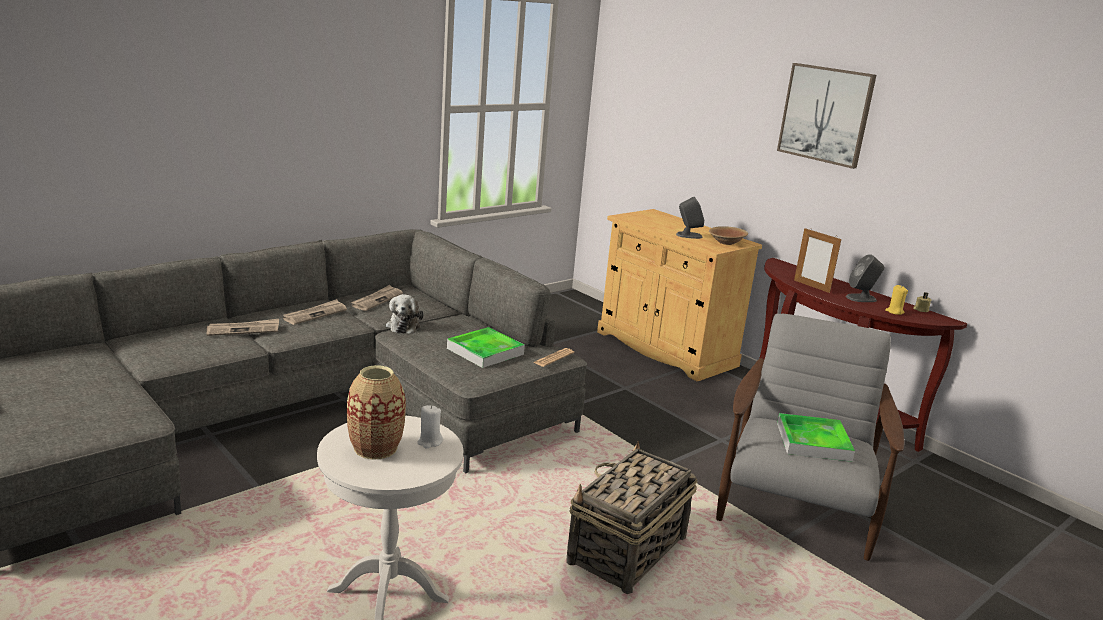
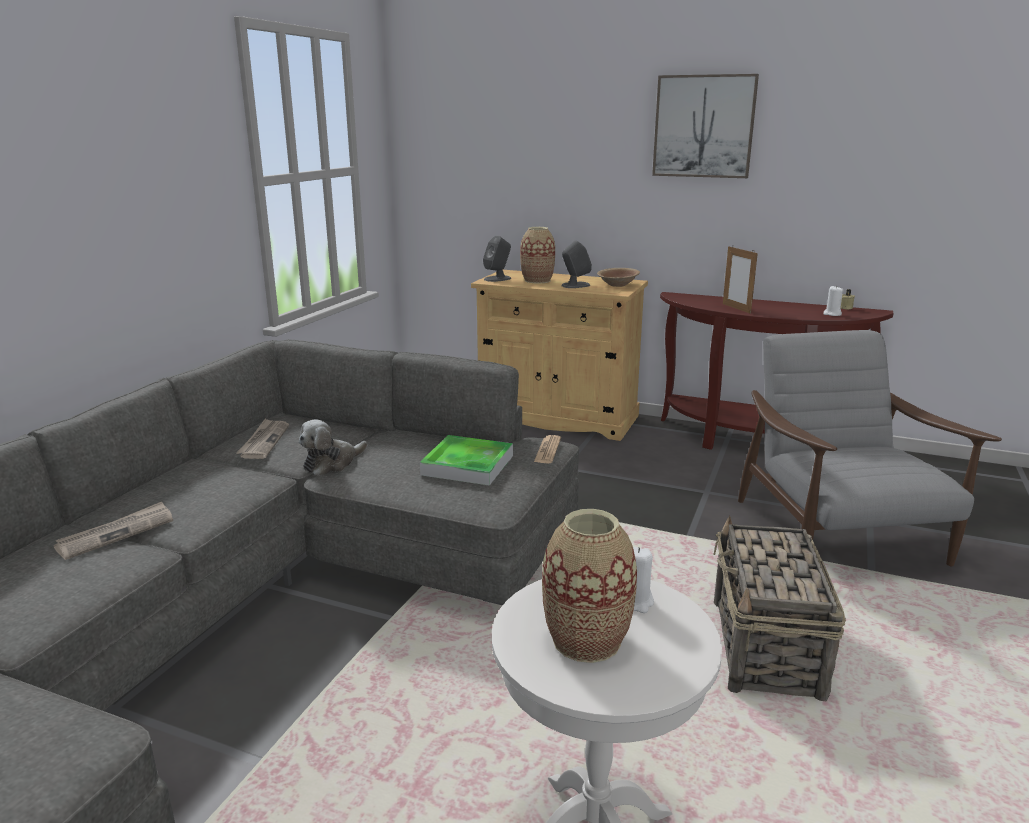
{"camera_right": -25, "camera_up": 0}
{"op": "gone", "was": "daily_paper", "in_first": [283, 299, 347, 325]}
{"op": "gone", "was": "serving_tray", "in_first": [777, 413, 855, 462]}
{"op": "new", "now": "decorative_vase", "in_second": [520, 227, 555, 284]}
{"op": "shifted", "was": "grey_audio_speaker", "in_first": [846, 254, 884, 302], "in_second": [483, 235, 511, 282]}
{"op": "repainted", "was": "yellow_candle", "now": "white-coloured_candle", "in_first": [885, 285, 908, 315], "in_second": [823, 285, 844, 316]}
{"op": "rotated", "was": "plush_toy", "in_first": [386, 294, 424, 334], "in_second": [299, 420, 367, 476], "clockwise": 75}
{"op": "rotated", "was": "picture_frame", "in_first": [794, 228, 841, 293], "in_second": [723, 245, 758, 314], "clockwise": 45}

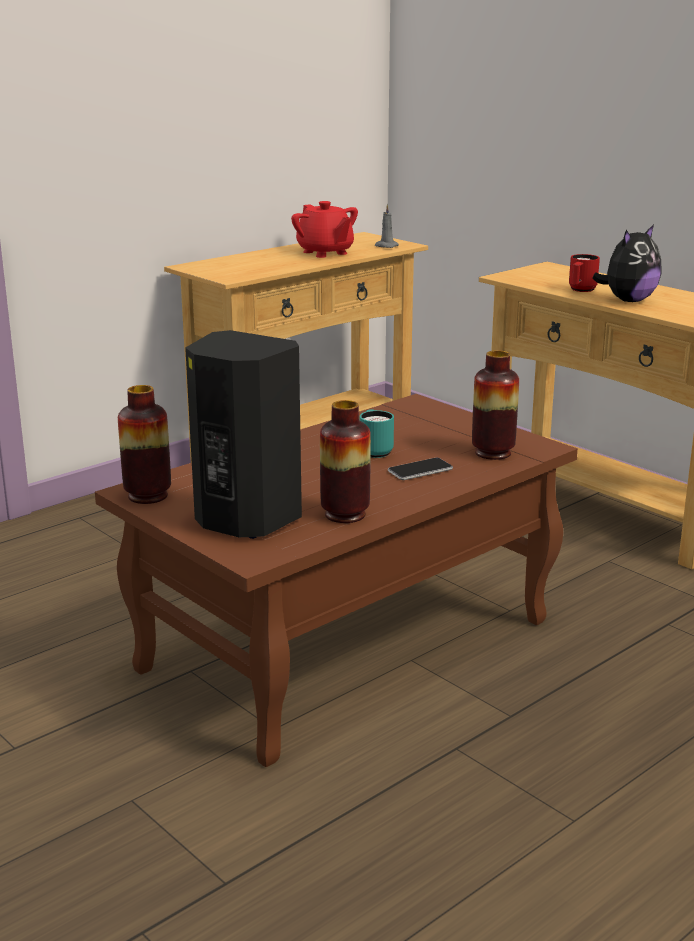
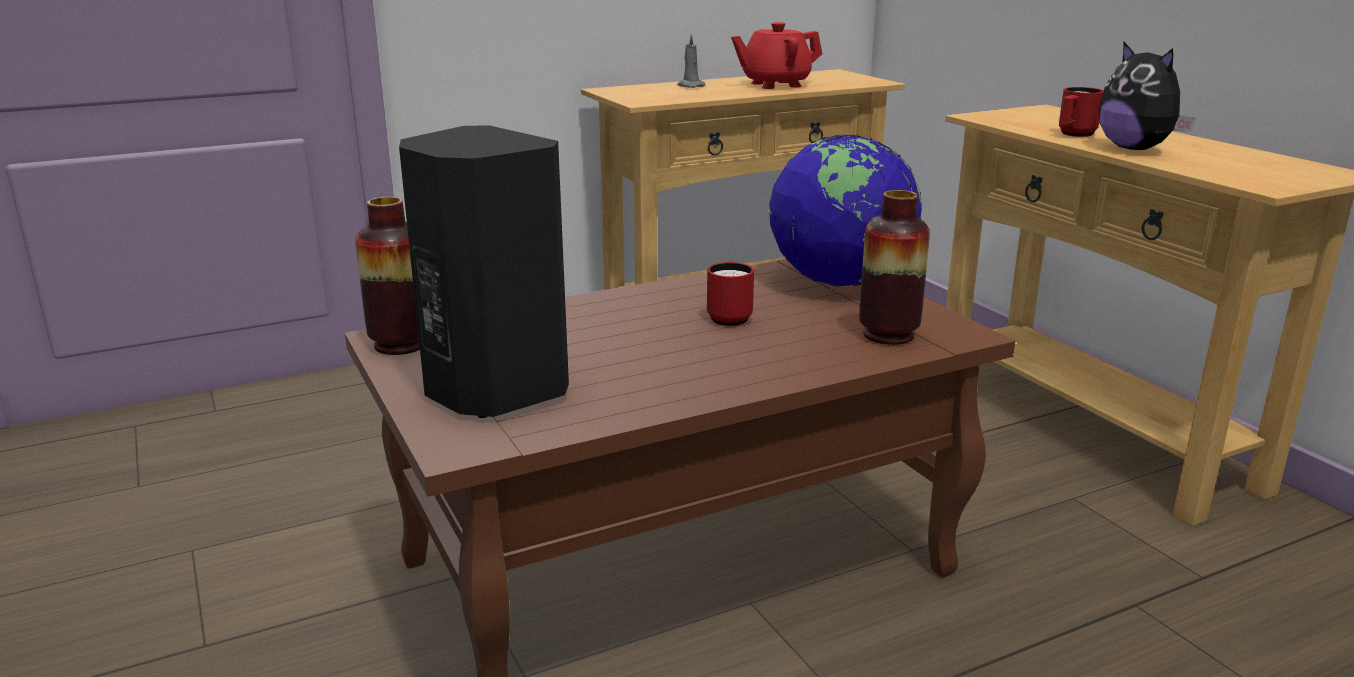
{"camera_right": 15, "camera_up": 0}
{"op": "gone", "was": "decorative_vase", "in_first": [320, 400, 371, 523]}
{"op": "gone", "was": "handset", "in_first": [388, 458, 453, 480]}
{"op": "new", "now": "desk_globe", "in_second": [768, 135, 922, 287]}
{"op": "shifted", "was": "grey_candle", "in_first": [375, 204, 399, 248], "in_second": [677, 33, 706, 88]}
{"op": "repainted", "was": "blue-green_mug", "now": "reddish_mug", "in_first": [360, 409, 394, 458], "in_second": [707, 261, 754, 326]}
{"op": "rotated", "was": "reddish_pot_for_tea", "in_first": [291, 201, 358, 258], "in_second": [731, 22, 822, 89], "clockwise": 90}
{"op": "rotated", "was": "plush_toy", "in_first": [592, 225, 662, 302], "in_second": [1099, 42, 1195, 150], "clockwise": 90}

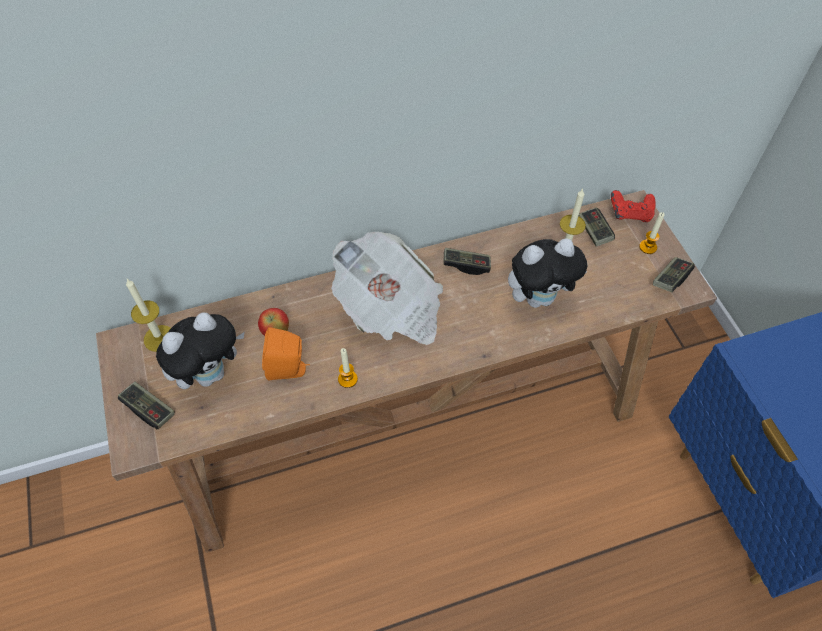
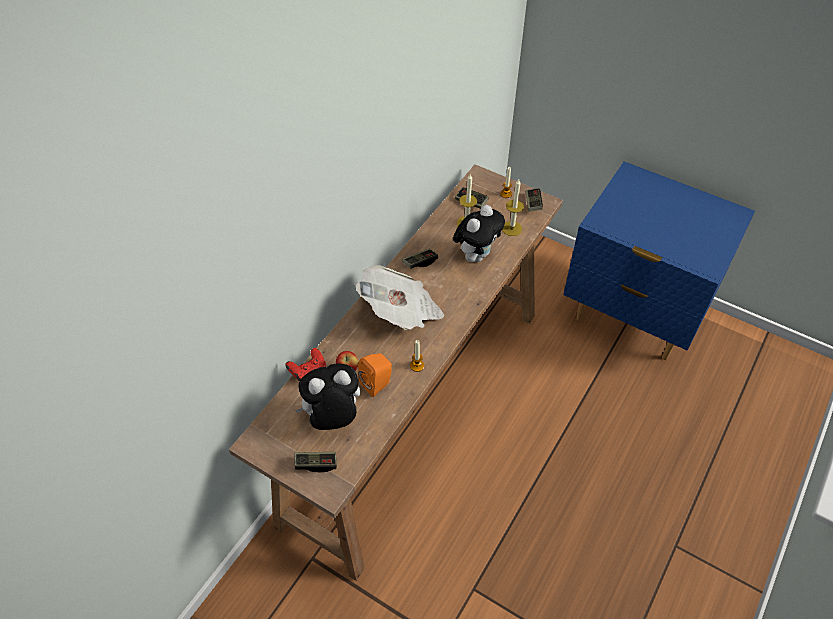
{"camera_right": -40, "camera_up": -5}
{"op": "shifted", "was": "candle", "in_first": [126, 279, 171, 352], "in_second": [502, 179, 524, 236]}
{"op": "shifted", "was": "reddish_joypad", "in_first": [611, 190, 656, 222], "in_second": [285, 348, 326, 381]}
{"op": "rotated", "was": "plush_toy", "in_first": [156, 313, 245, 389], "in_second": [295, 363, 361, 430], "clockwise": -120}

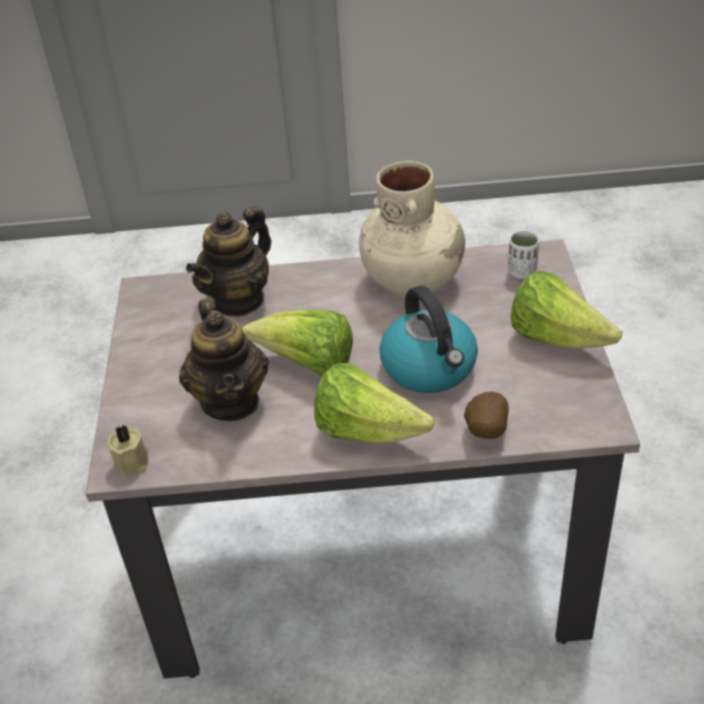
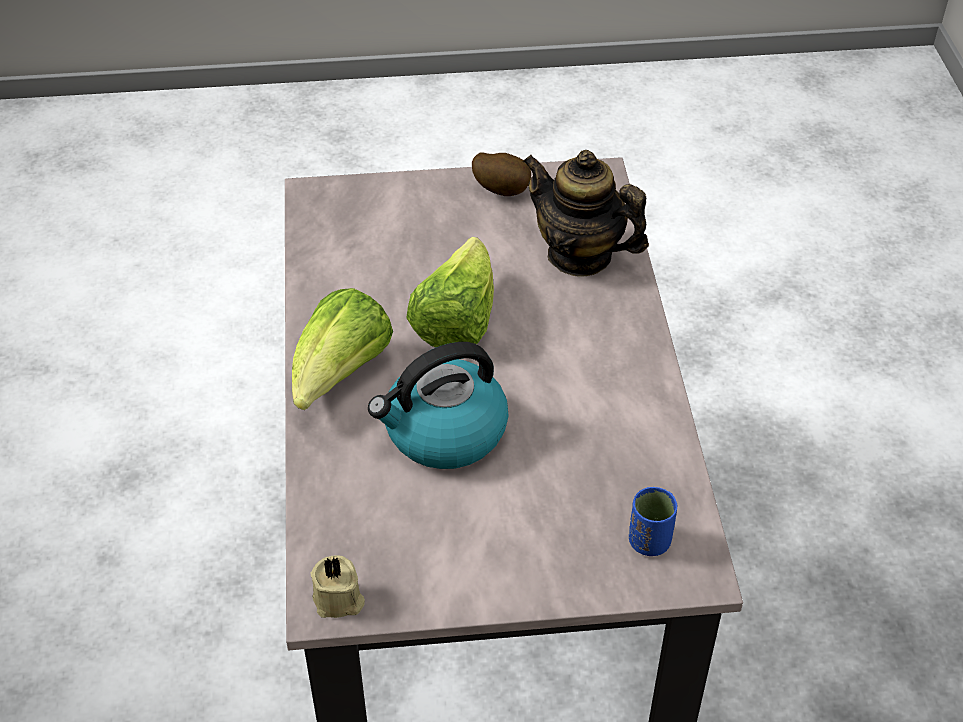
{"camera_right": 85, "camera_up": 5}
{"op": "gone", "was": "pot_for_tea", "in_first": [179, 298, 269, 421]}
{"op": "gone", "was": "beige-coloured_decorative_vase", "in_first": [359, 161, 465, 296]}
{"op": "gone", "was": "lettuce", "in_first": [511, 271, 622, 349]}
{"op": "shifted", "was": "beige-coloured_candle", "in_first": [107, 425, 149, 477], "in_second": [311, 556, 365, 618]}
{"op": "shifted", "was": "potato", "in_first": [464, 392, 509, 439], "in_second": [472, 152, 531, 196]}
{"op": "repainted", "was": "white-coloured_drinking_cup", "now": "blue-coloured_drinking_cup", "in_first": [508, 230, 539, 279], "in_second": [629, 487, 677, 556]}

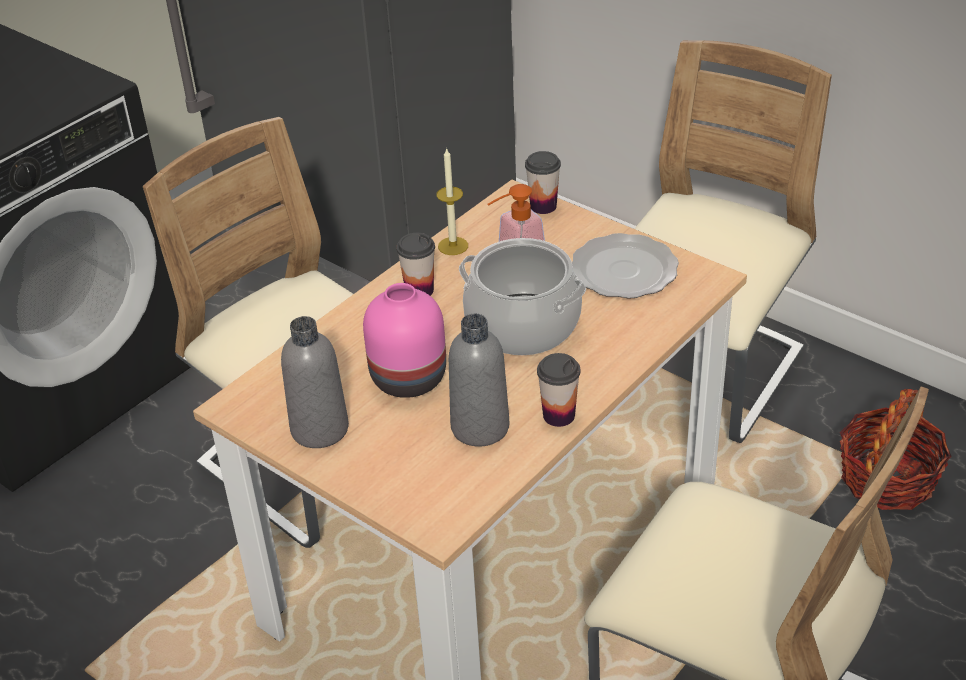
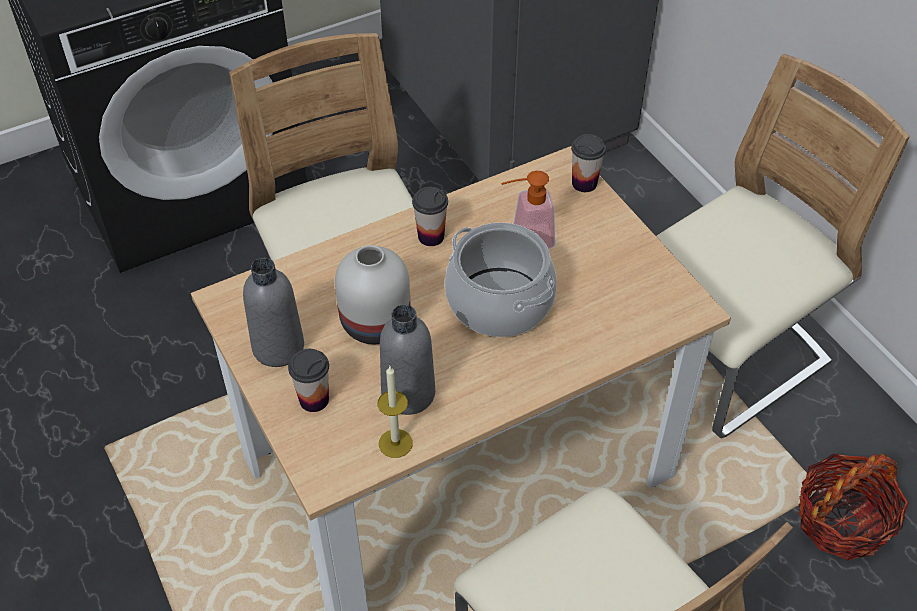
{"camera_right": 20, "camera_up": 10}
{"op": "gone", "was": "dinner_plate", "in_first": [572, 233, 679, 299]}
{"op": "shifted", "was": "candle", "in_first": [436, 147, 468, 255], "in_second": [377, 366, 413, 458]}
{"op": "shifted", "was": "drinking_cup", "in_first": [537, 353, 581, 427], "in_second": [288, 349, 329, 412]}
{"op": "repainted", "was": "pink_decorative_vase", "now": "white-coloured_decorative_vase", "in_first": [363, 283, 446, 398], "in_second": [335, 245, 410, 344]}

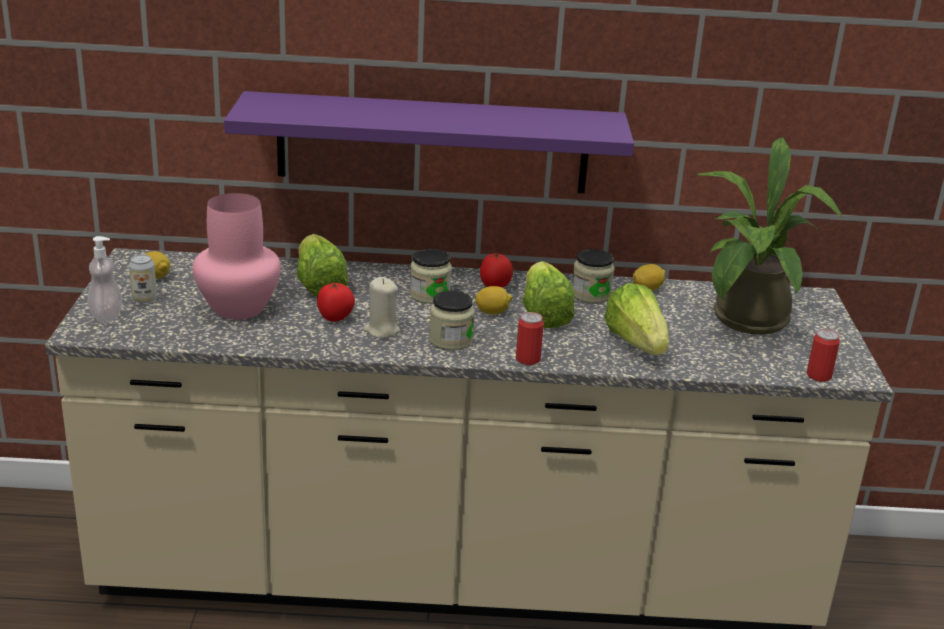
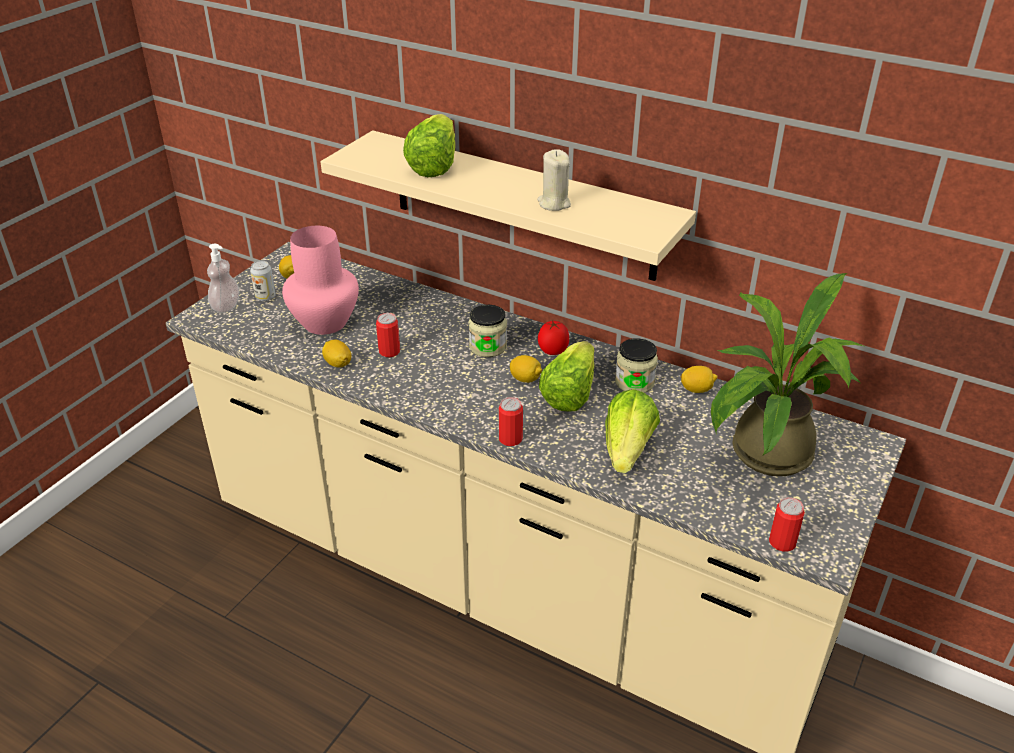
{"camera_right": 30, "camera_up": 10}
{"op": "gone", "was": "storage_jar", "in_first": [429, 290, 475, 350]}
{"op": "new", "now": "whole_lemon", "in_second": [322, 340, 351, 367]}
{"op": "shifted", "was": "lettuce", "in_first": [296, 234, 348, 297], "in_second": [403, 114, 455, 177]}
{"op": "shifted", "was": "beige-coloured_candle", "in_first": [363, 277, 400, 338], "in_second": [537, 149, 571, 211]}
{"op": "swapped", "was": "whole_tomato", "now": "metal_can", "in_first": [317, 283, 355, 322], "in_second": [376, 313, 400, 357]}
{"op": "repainted", "was": "purple_wall_shelf", "now": "beige-coloured_wall_shelf", "in_first": [224, 91, 634, 193], "in_second": [321, 130, 696, 281]}

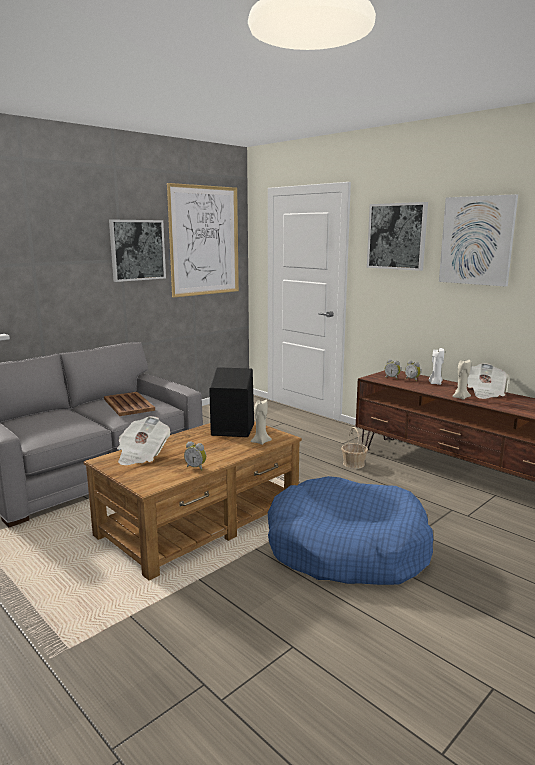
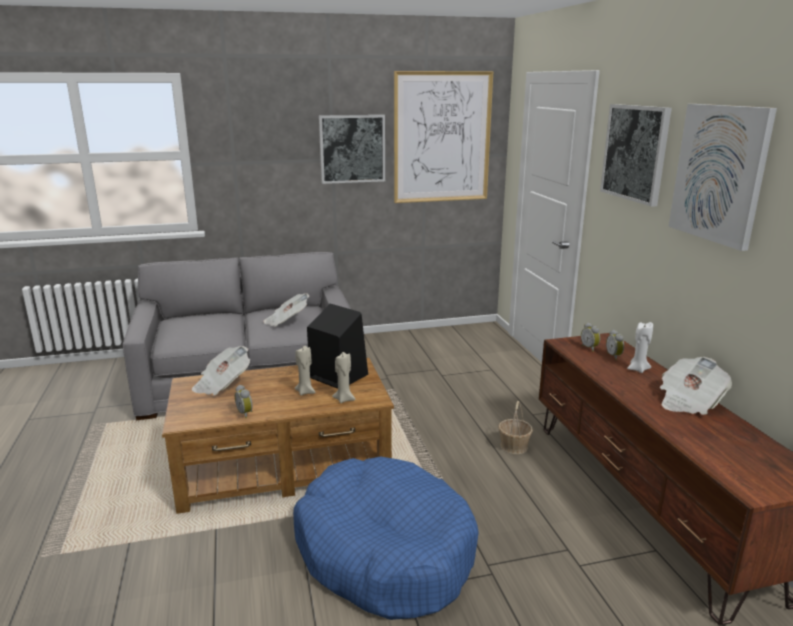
{"camera_right": 30, "camera_up": 5}
{"op": "shifted", "was": "beige-coloured_candle", "in_first": [452, 360, 471, 400], "in_second": [294, 346, 316, 396]}
{"op": "swapped", "was": "brown_serving_tray", "now": "daily_paper", "in_first": [104, 392, 155, 416], "in_second": [263, 294, 310, 327]}

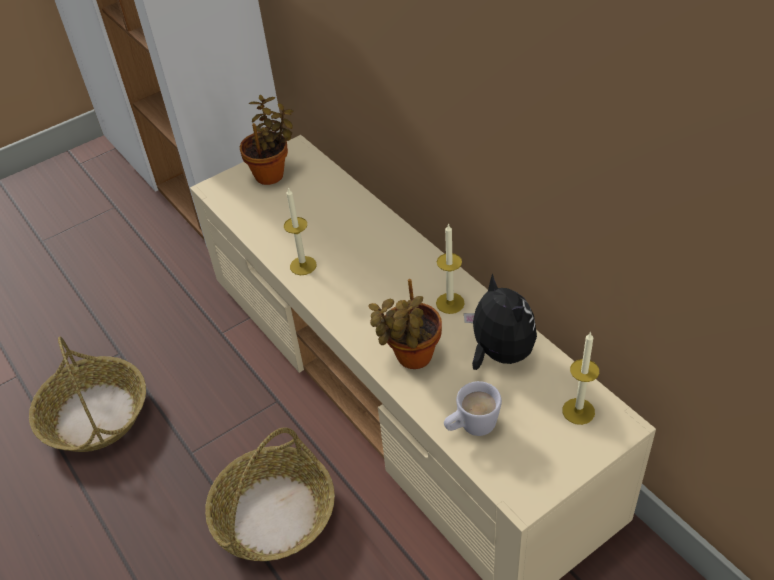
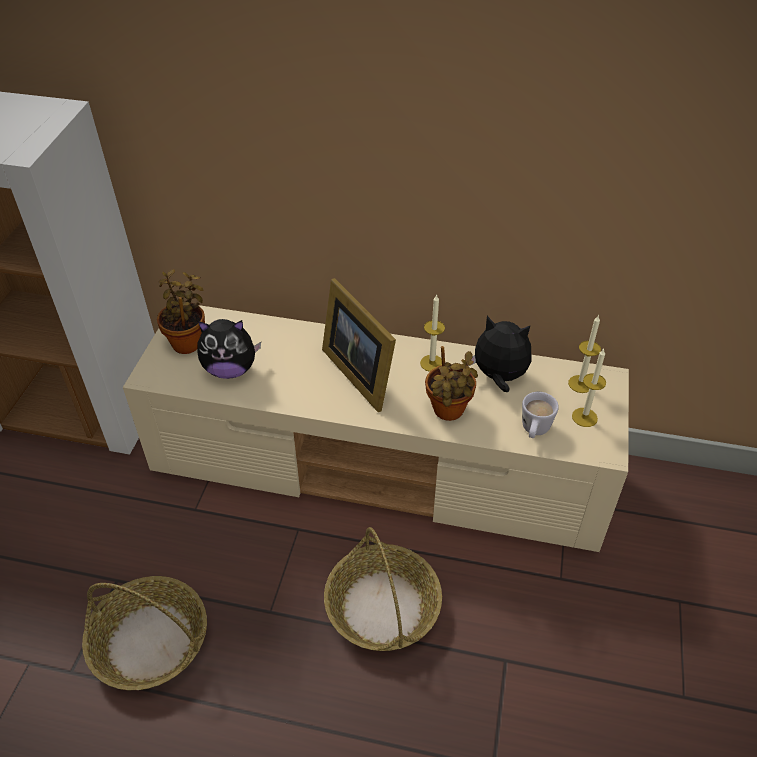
{"camera_right": -45, "camera_up": 0}
{"op": "new", "now": "plush_toy", "in_second": [198, 319, 261, 379]}
{"op": "new", "now": "picture_frame", "in_second": [322, 278, 396, 412]}
{"op": "shifted", "was": "candle", "in_first": [284, 187, 316, 275], "in_second": [572, 349, 606, 427]}

